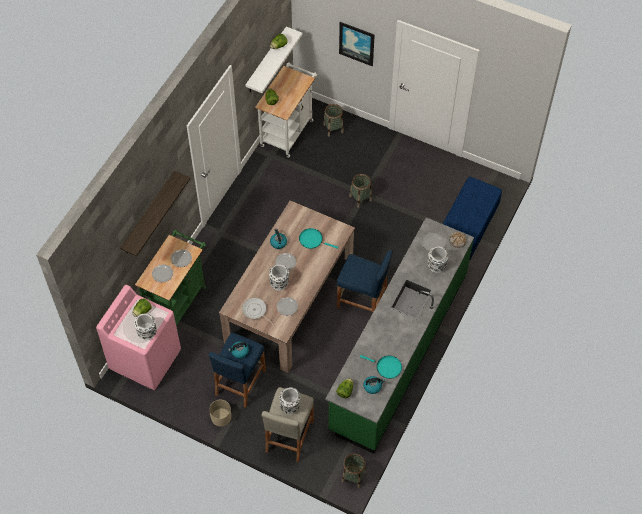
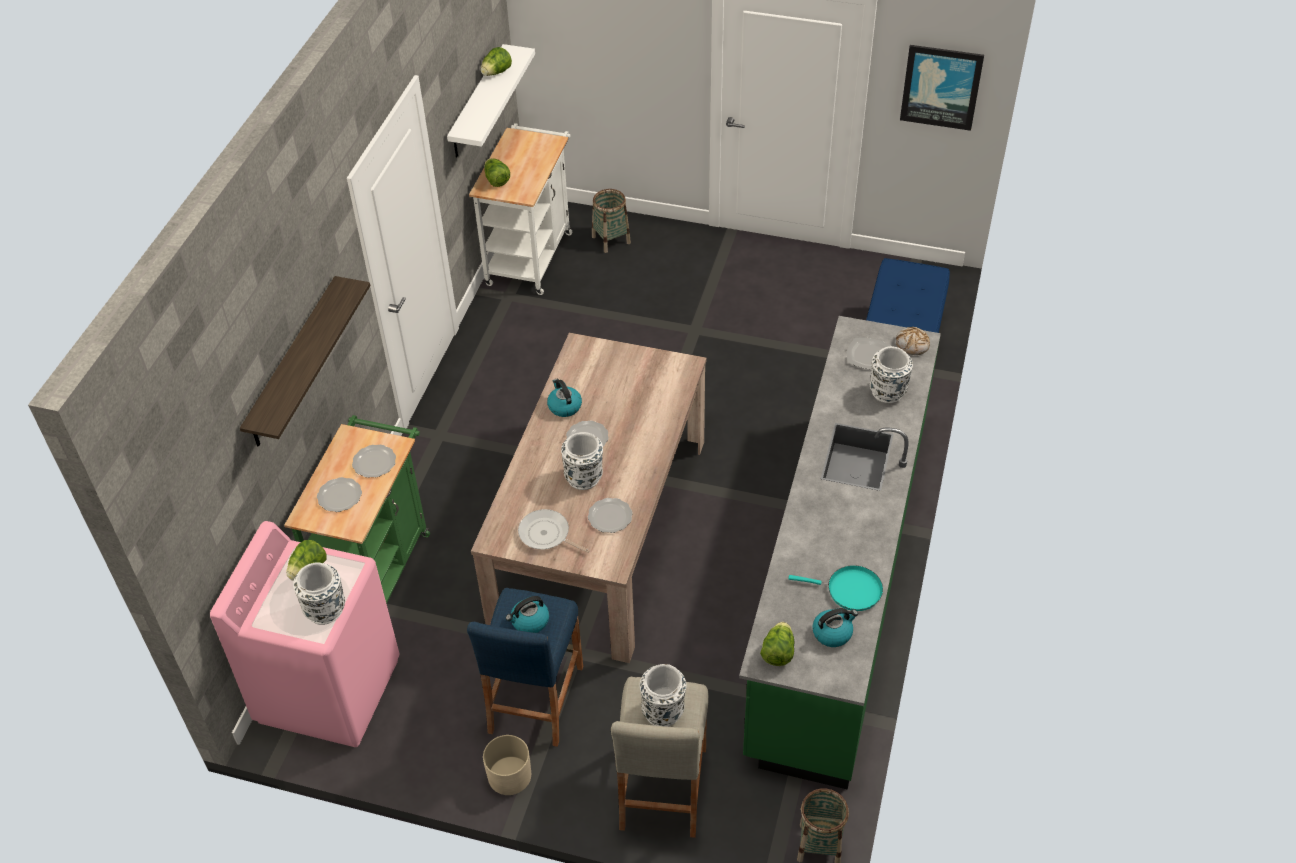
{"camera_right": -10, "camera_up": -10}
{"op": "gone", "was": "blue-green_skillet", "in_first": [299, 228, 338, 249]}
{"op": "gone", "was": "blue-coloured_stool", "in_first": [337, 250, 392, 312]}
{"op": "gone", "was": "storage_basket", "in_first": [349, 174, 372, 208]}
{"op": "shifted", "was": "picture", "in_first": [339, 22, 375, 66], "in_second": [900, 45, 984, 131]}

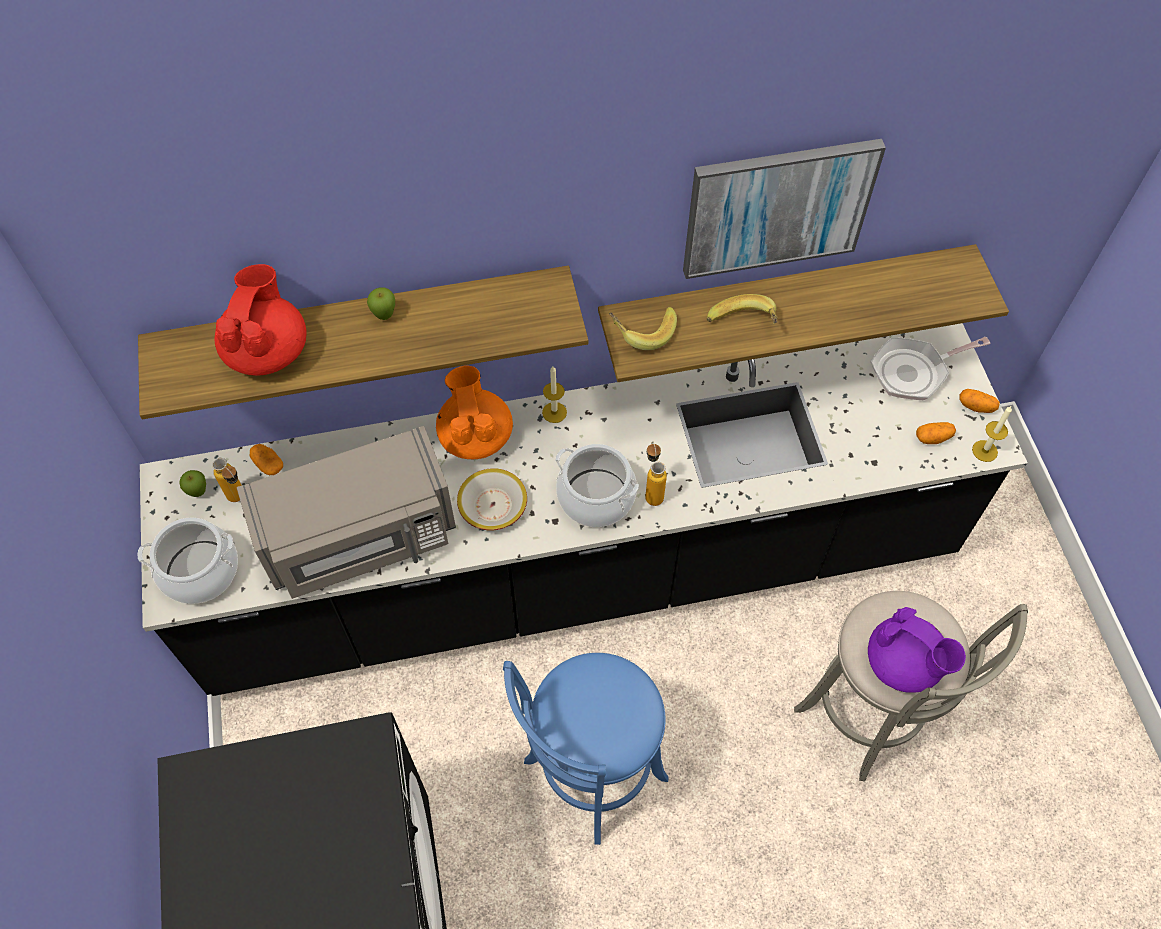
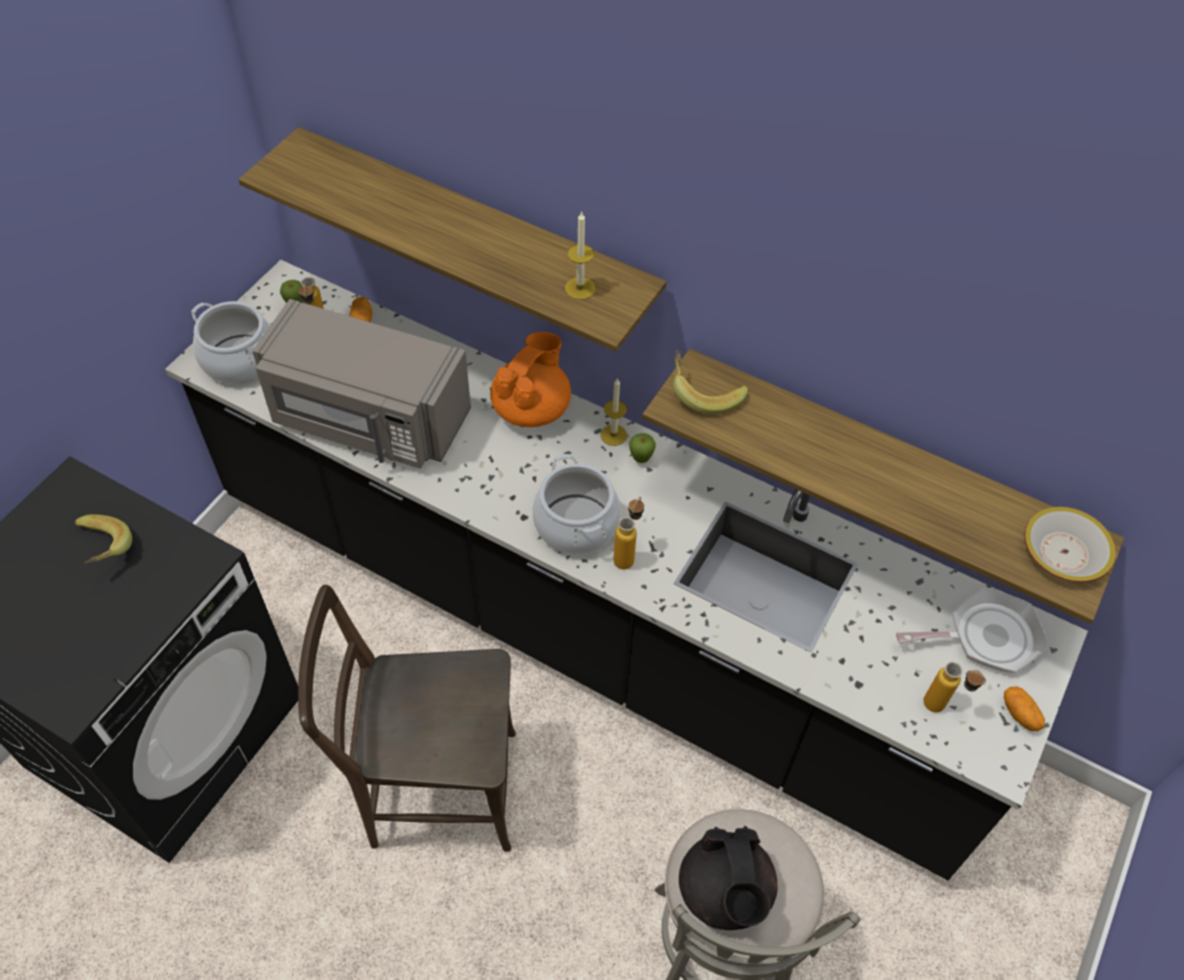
{"camera_right": 40, "camera_up": -5}
{"op": "gone", "was": "reddish_pot_for_tea", "in_first": [214, 264, 307, 376]}
{"op": "gone", "was": "picture", "in_first": [683, 139, 886, 279]}
{"op": "shifted", "was": "whole_apple", "in_first": [367, 287, 395, 320], "in_second": [629, 433, 656, 463]}
{"op": "shifted", "was": "deep_dish", "in_first": [457, 468, 527, 530], "in_second": [1024, 507, 1116, 582]}
{"op": "shifted", "was": "banana", "in_first": [707, 294, 778, 324], "in_second": [75, 514, 132, 563]}
{"op": "shifted", "was": "candle", "in_first": [972, 406, 1012, 462], "in_second": [565, 211, 596, 300]}
{"op": "swapped", "was": "blue-coloured_stool", "now": "brown_upright_chair", "in_first": [503, 653, 668, 845], "in_second": [298, 585, 516, 852]}
{"op": "swapped", "was": "potato", "now": "beverage_bottle", "in_first": [916, 422, 956, 444], "in_second": [924, 662, 986, 712]}
{"op": "repainted", "was": "purple_pot_for_tea", "now": "black-coloured_pot_for_tea", "in_first": [868, 607, 966, 693], "in_second": [679, 826, 777, 930]}
{"op": "rotated", "was": "skillet", "in_first": [870, 337, 990, 401], "in_second": [896, 588, 1048, 673], "clockwise": 150}

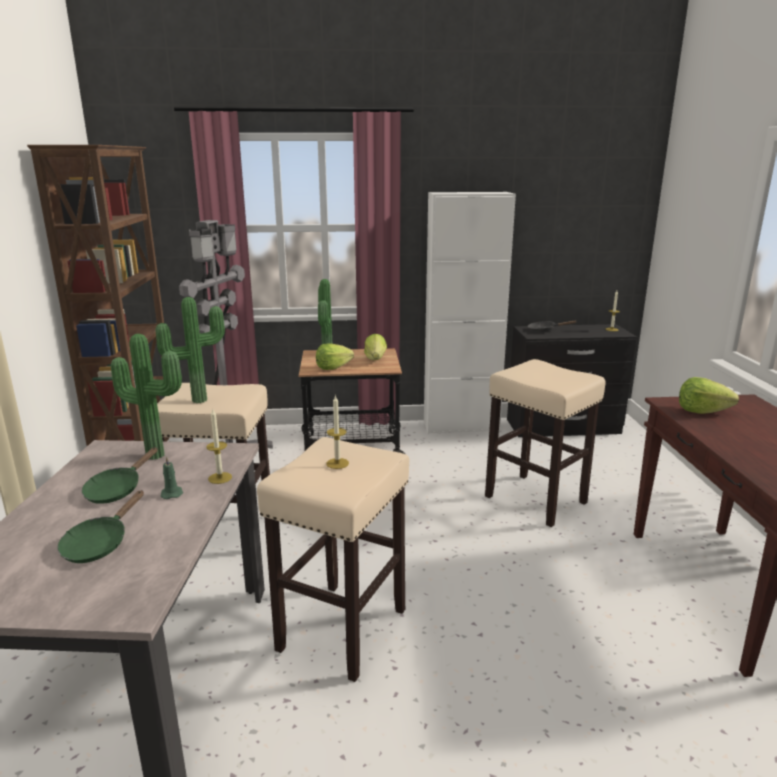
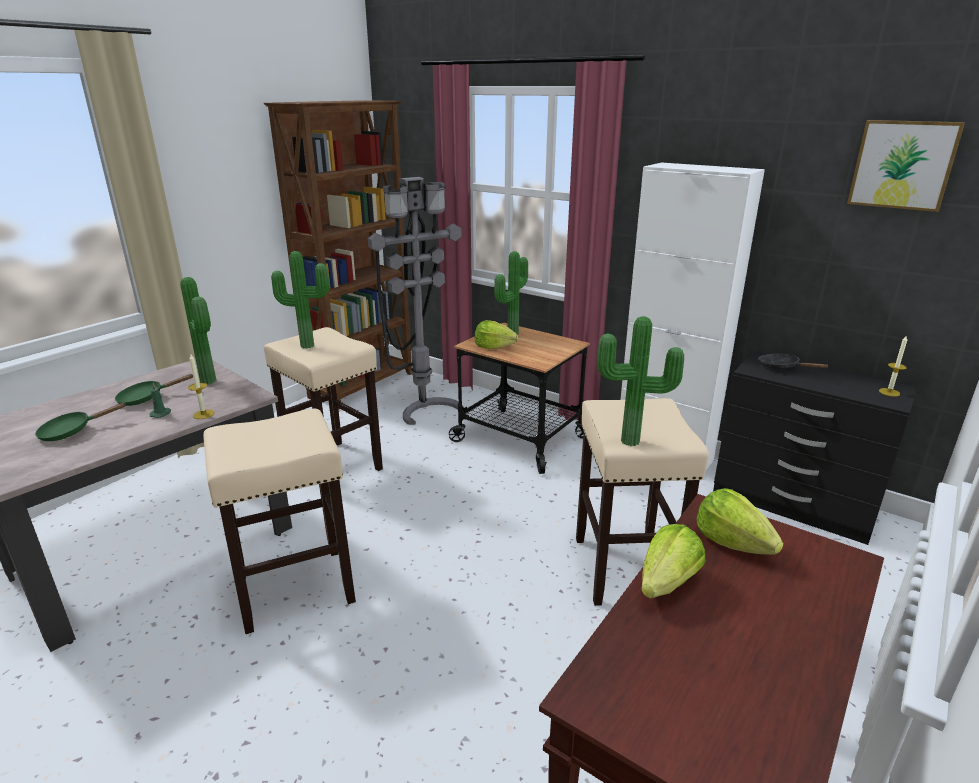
{"camera_right": 40, "camera_up": 5}
{"op": "gone", "was": "candle", "in_first": [326, 395, 349, 469]}
{"op": "new", "now": "potted_plant", "in_second": [597, 316, 684, 446]}
{"op": "new", "now": "picture", "in_second": [847, 120, 965, 212]}
{"op": "shifted", "was": "lettuce", "in_first": [364, 334, 387, 360], "in_second": [641, 524, 706, 598]}

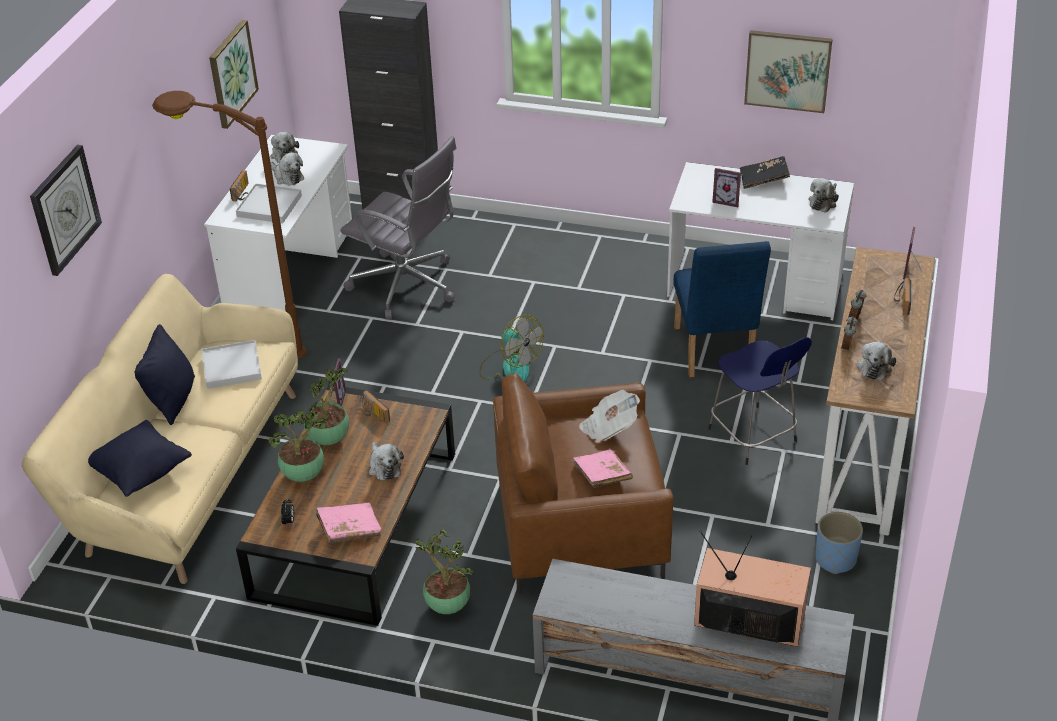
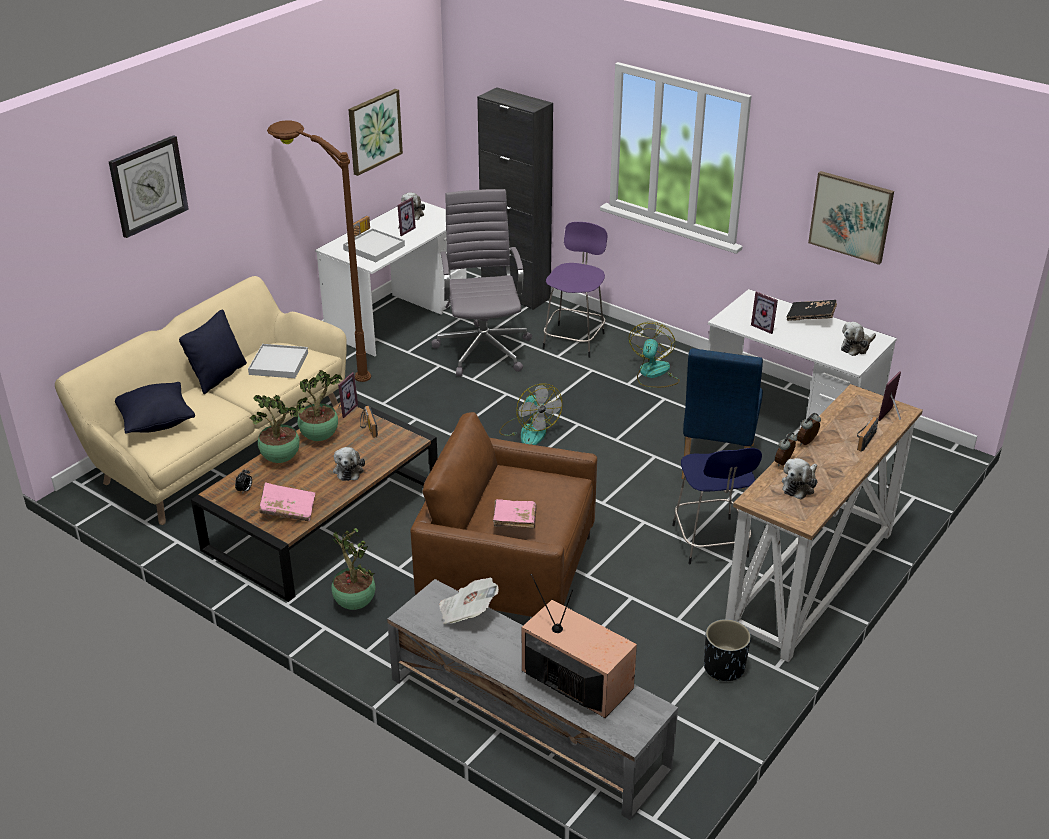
{"camera_right": 20, "camera_up": -5}
{"op": "new", "now": "purple_stool", "in_second": [542, 222, 607, 358]}
{"op": "new", "now": "fan", "in_second": [629, 322, 680, 388]}
{"op": "shifted", "was": "daily_paper", "in_first": [579, 390, 640, 443], "in_second": [439, 578, 499, 624]}
{"op": "swapped", "was": "plush_toy", "now": "picture_frame", "in_first": [271, 152, 304, 186], "in_second": [397, 197, 416, 236]}
{"op": "repainted", "was": "blue-coloured_plant_pot", "now": "black-coloured_plant_pot", "in_first": [815, 512, 863, 574], "in_second": [704, 619, 751, 681]}
{"op": "rotated", "was": "grey_computer_chair", "in_first": [341, 136, 457, 320], "in_second": [431, 189, 532, 376], "clockwise": -150}

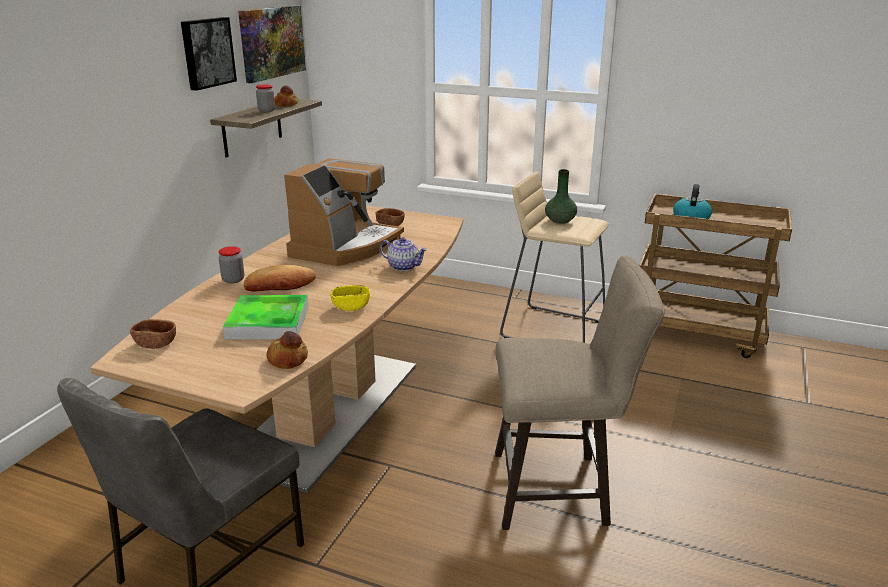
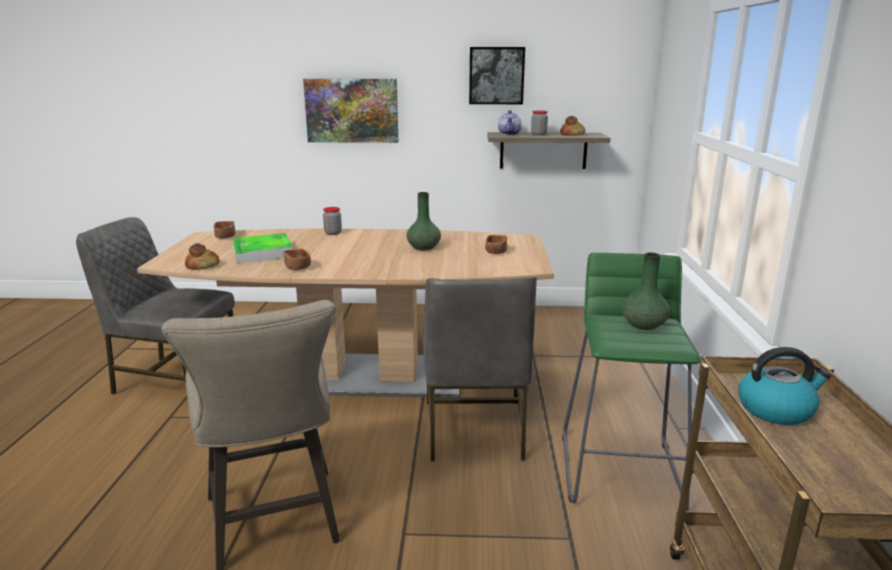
{"camera_right": 70, "camera_up": -5}
{"op": "gone", "was": "baked_bread", "in_first": [244, 265, 316, 291]}
{"op": "new", "now": "grey_upright_chair", "in_second": [423, 276, 537, 461]}
{"op": "shifted", "was": "picture", "in_first": [238, 5, 306, 83], "in_second": [303, 79, 398, 143]}
{"op": "shifted", "was": "pot_for_tea", "in_first": [379, 237, 427, 271], "in_second": [498, 110, 522, 135]}
{"op": "swapped", "was": "coffee_maker", "now": "green-coloured_decorative_vase", "in_first": [284, 158, 404, 266], "in_second": [407, 192, 441, 251]}
{"op": "repainted", "was": "yellow_deep_dish", "now": "brown_deep_dish", "in_first": [330, 285, 370, 311], "in_second": [283, 249, 311, 270]}
{"op": "repainted", "was": "beige-coloured_stool", "now": "green-coloured_stool", "in_first": [500, 171, 609, 343], "in_second": [562, 253, 701, 511]}

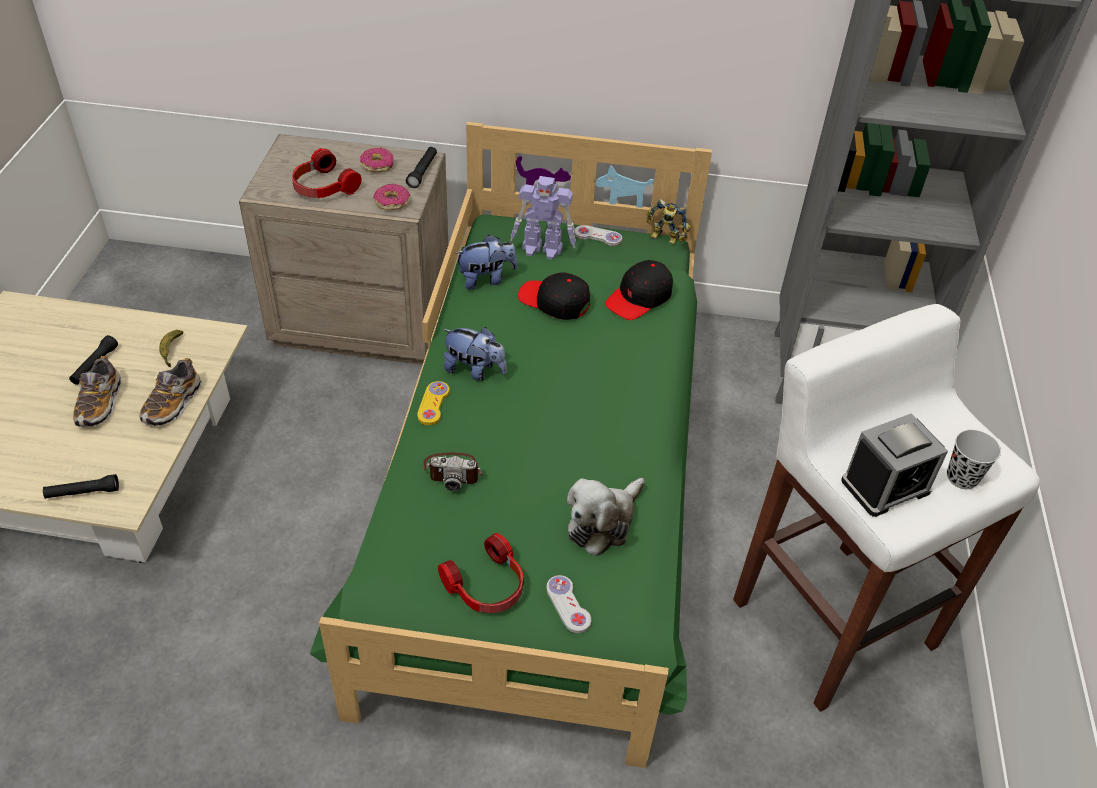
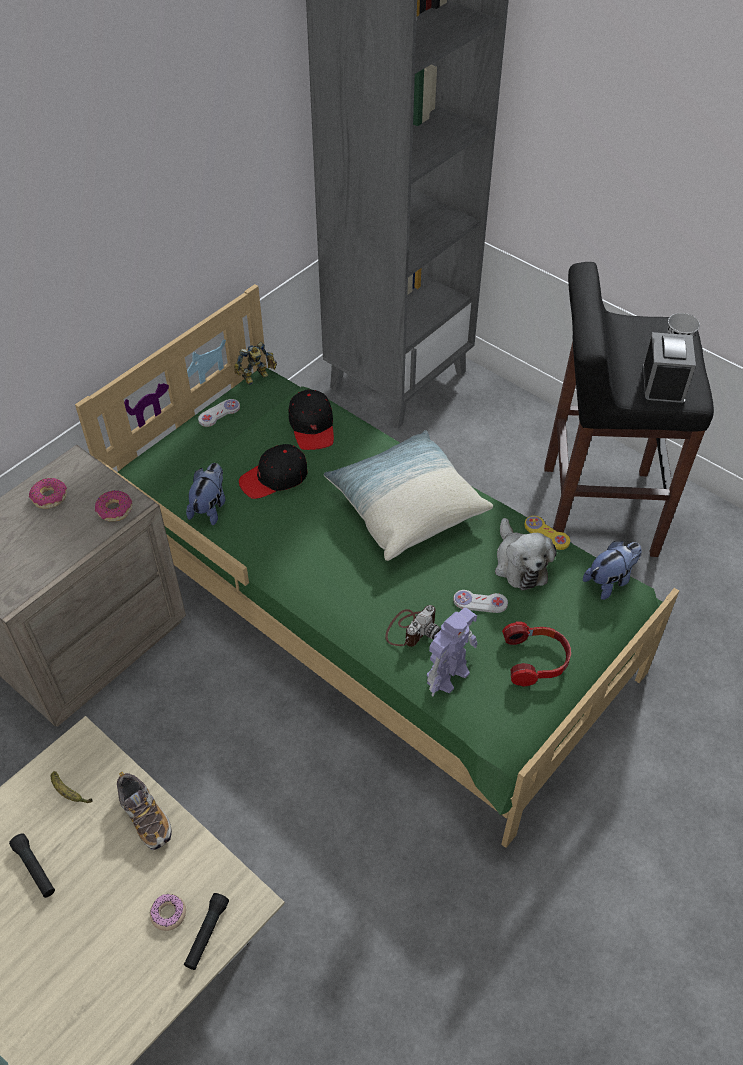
{"camera_right": -55, "camera_up": 5}
{"op": "gone", "was": "low_shoe", "in_first": [73, 356, 121, 428]}
{"op": "gone", "was": "headset", "in_first": [292, 148, 362, 198]}
{"op": "gone", "was": "black-coloured_flashlight", "in_first": [406, 147, 437, 188]}
{"op": "new", "now": "ring_doughnut", "in_second": [150, 894, 186, 931]}
{"op": "new", "now": "cushion", "in_second": [324, 430, 493, 561]}
{"op": "shifted", "was": "yellow_joypad", "in_first": [417, 381, 450, 425], "in_second": [524, 516, 570, 550]}
{"op": "shifted", "was": "plush_toy", "in_first": [443, 327, 507, 381], "in_second": [583, 541, 641, 600]}
{"op": "shifted", "was": "toy_robot", "in_first": [510, 176, 576, 259], "in_second": [427, 608, 478, 696]}
{"op": "shifted", "was": "white-coloured_joypad", "in_first": [546, 575, 592, 633], "in_second": [453, 590, 508, 613]}
{"op": "repainted", "was": "white-coloured_stool", "now": "black-coloured_stool", "in_first": [733, 304, 1040, 712], "in_second": [544, 262, 714, 557]}

